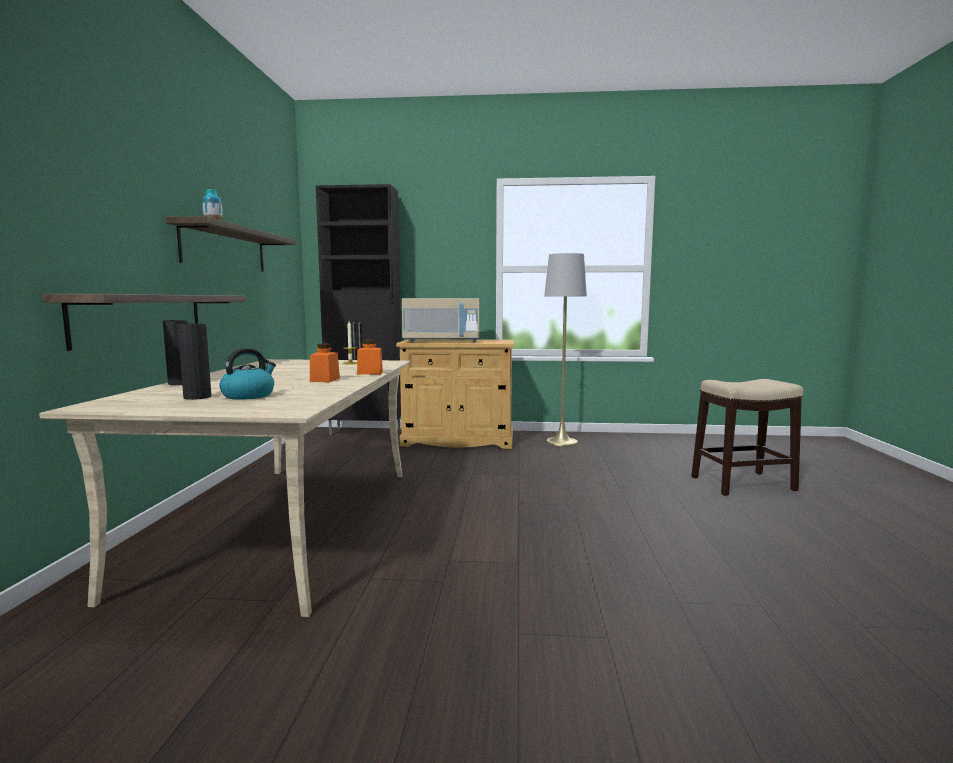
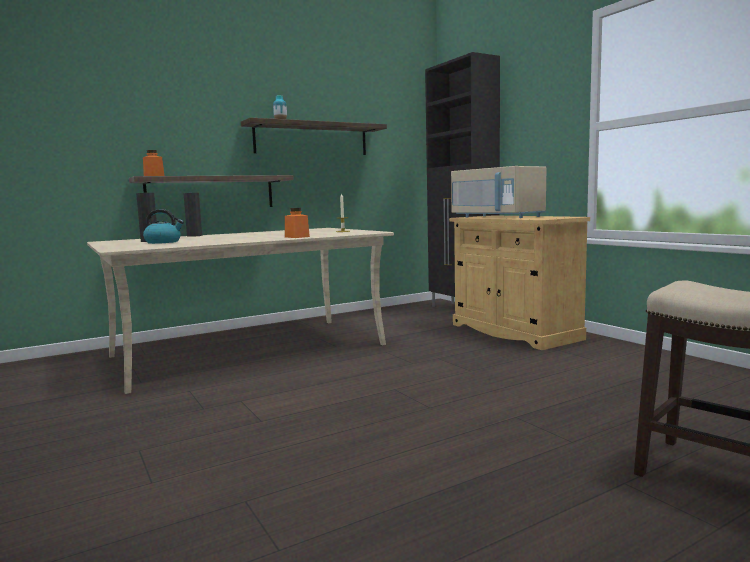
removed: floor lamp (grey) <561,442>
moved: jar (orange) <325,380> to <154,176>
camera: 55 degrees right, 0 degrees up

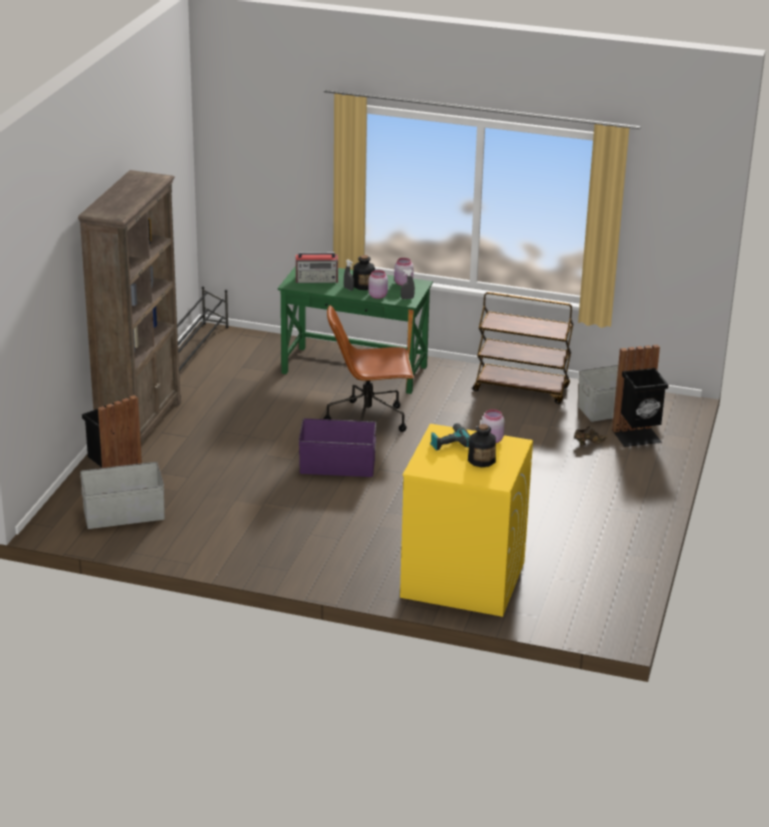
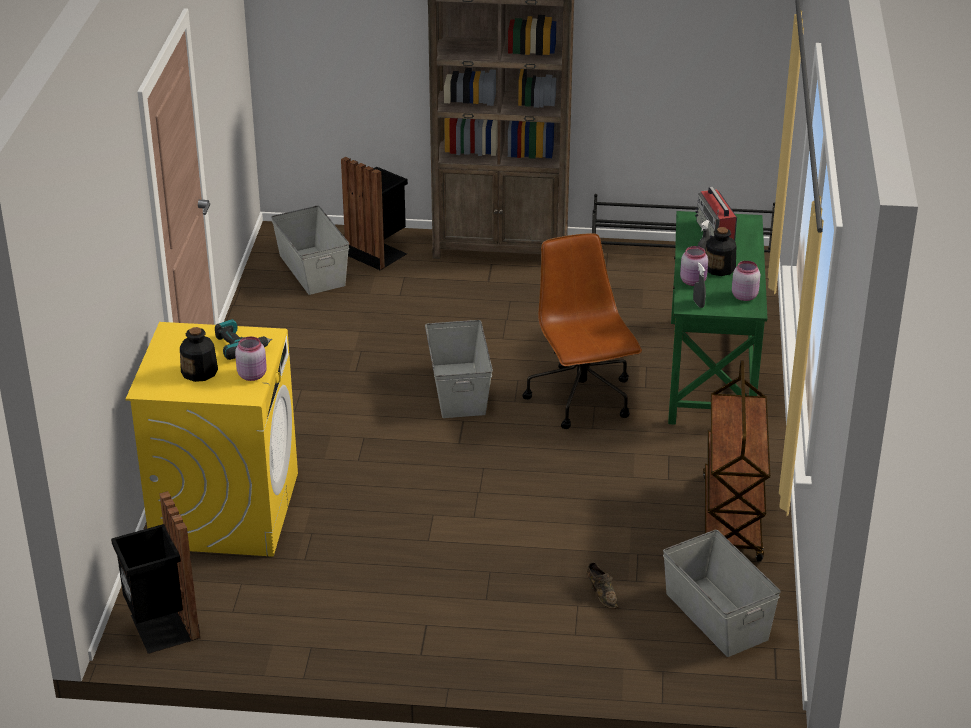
moved: trash can (black) <638,437> to <161,628>
recoloured: storage box (purple) <337,466> to storage box (grey) <459,389>
camera: 80 degrees right, 5 degrees up

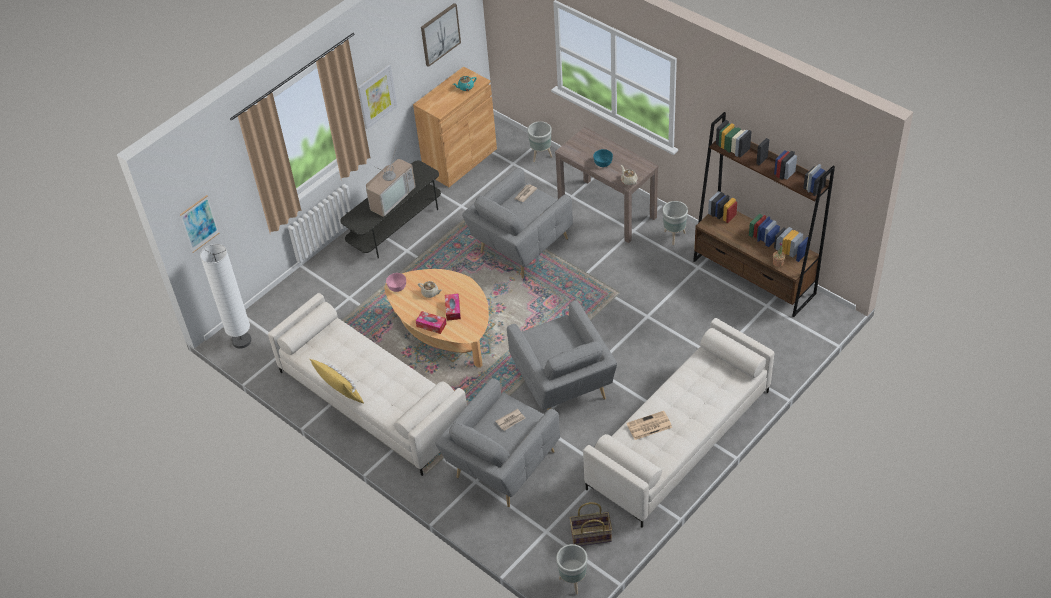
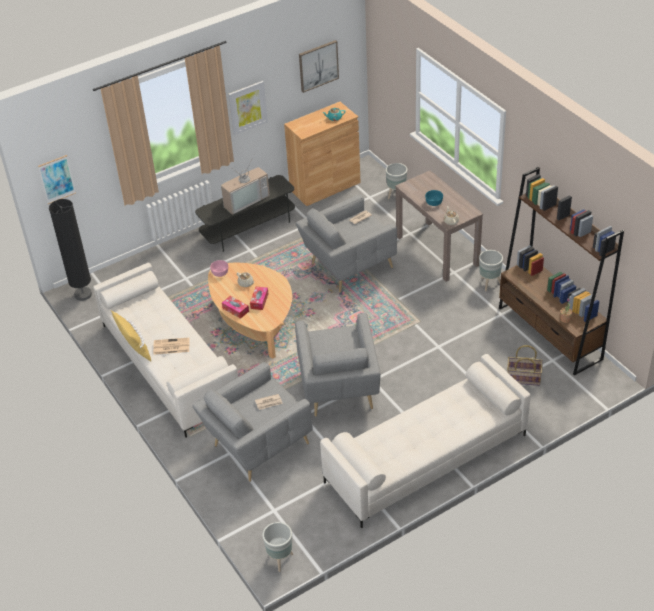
moved: newspaper <648,426> to <171,346>; basket <591,536> to <523,378>
recoloured: floor lamp (white) <241,341> to floor lamp (black) <83,294>
camera: 15 degrees right, 5 degrees down

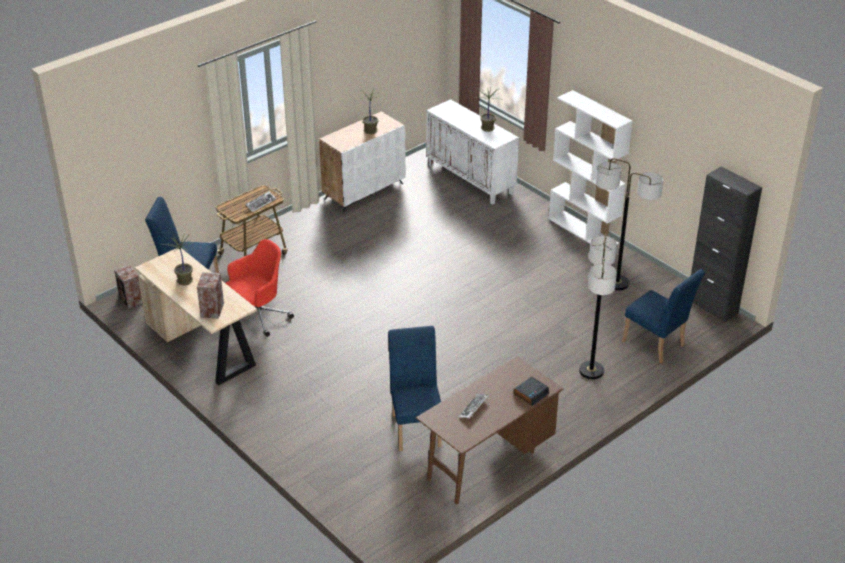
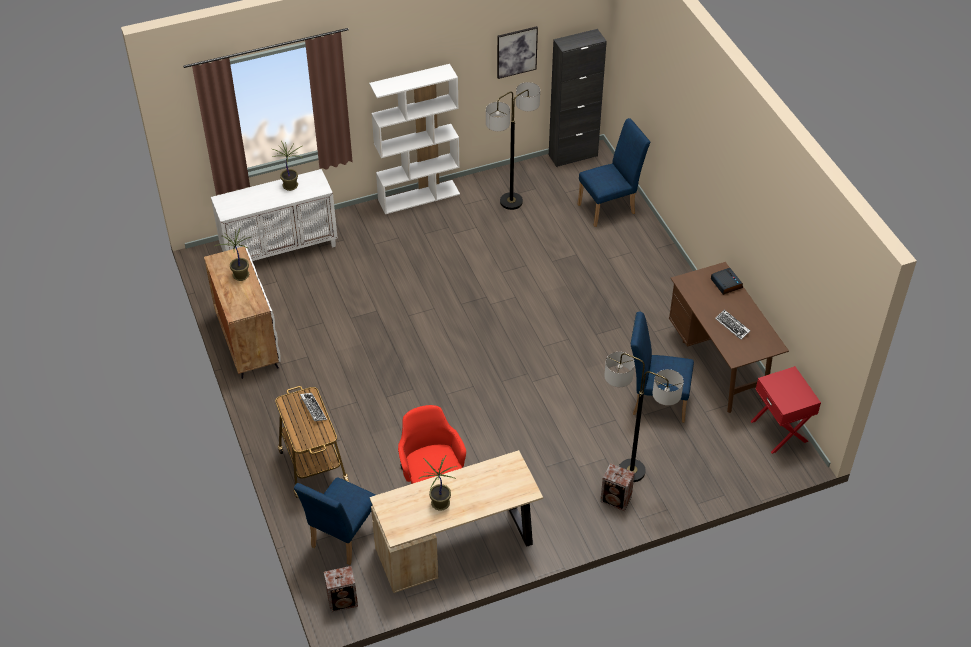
added: picture <516,52>; nightstand (red) <780,431>
moved: floor lamp <591,371> to <631,471>; speaker <211,310> to <616,500>
camera: 70 degrees left, 10 degrees up

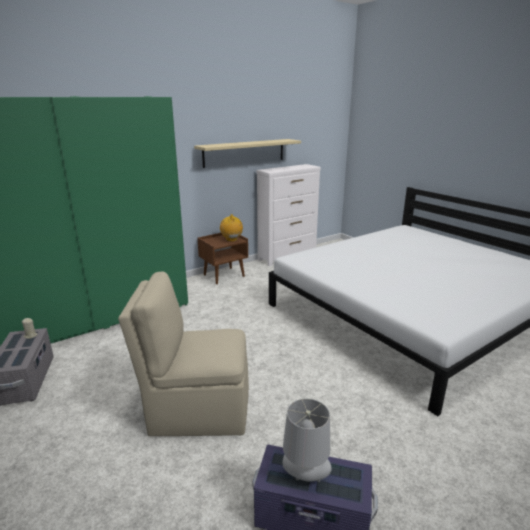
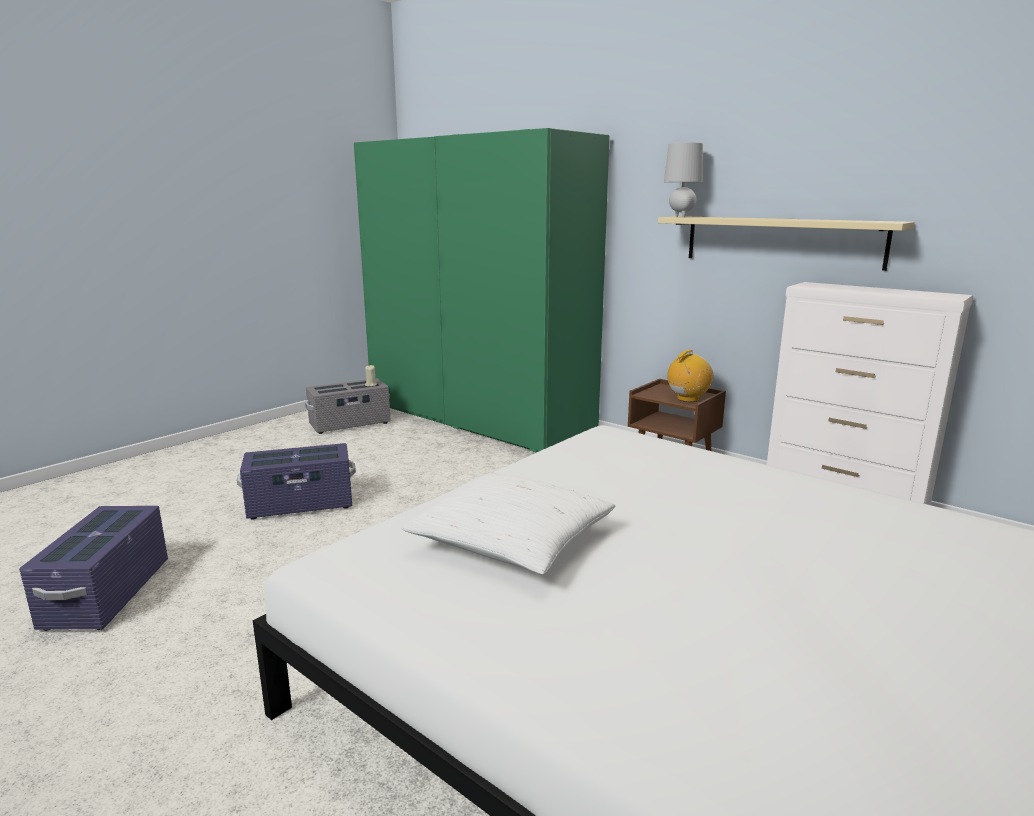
added: pillow (white) <512,541>
moved: table lamp (grey) <304,478> to <680,216>
replaced: chair (beige) <197,409> to storage box (purple) <301,504>
camera: 75 degrees right, 5 degrees down

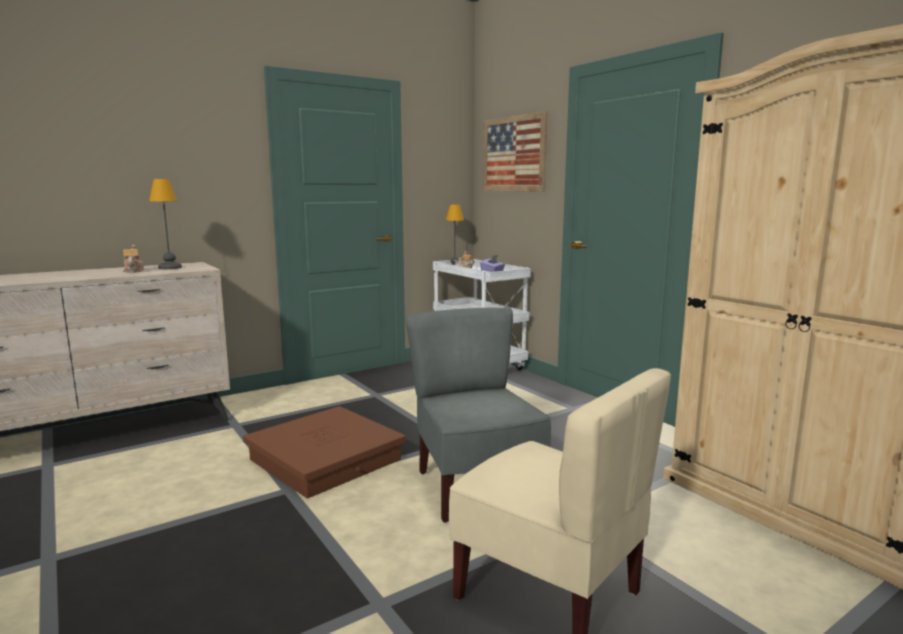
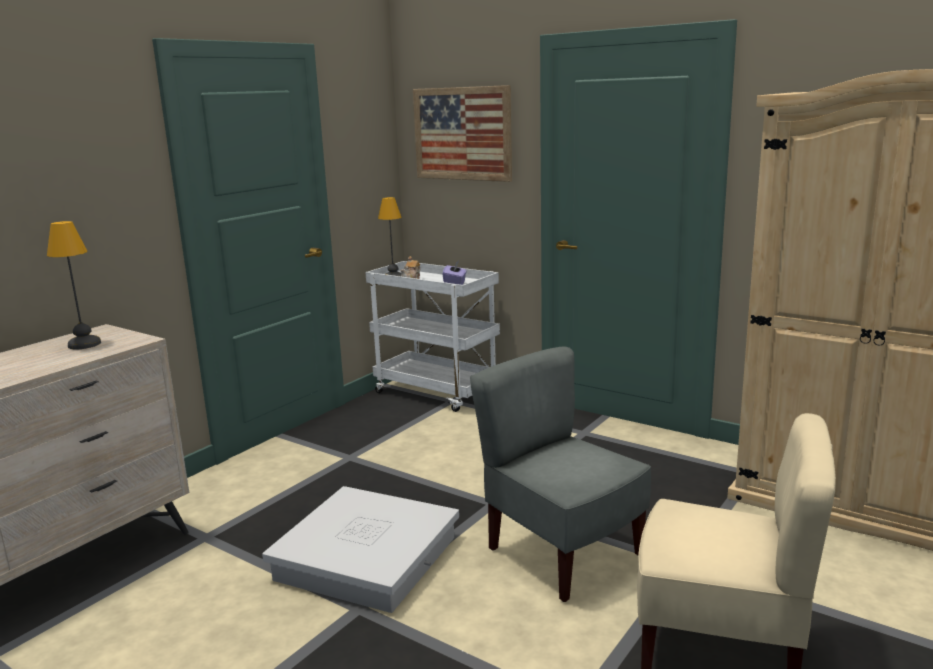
removed: teapot <133,271>
recoloured: storage box (brown) <326,459> to storage box (white) <367,557>
camera: 20 degrees left, 5 degrees up

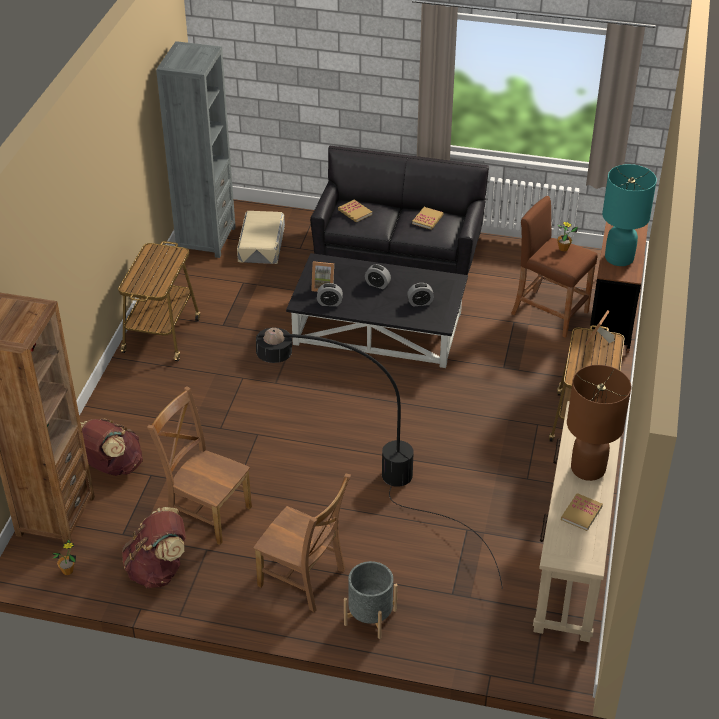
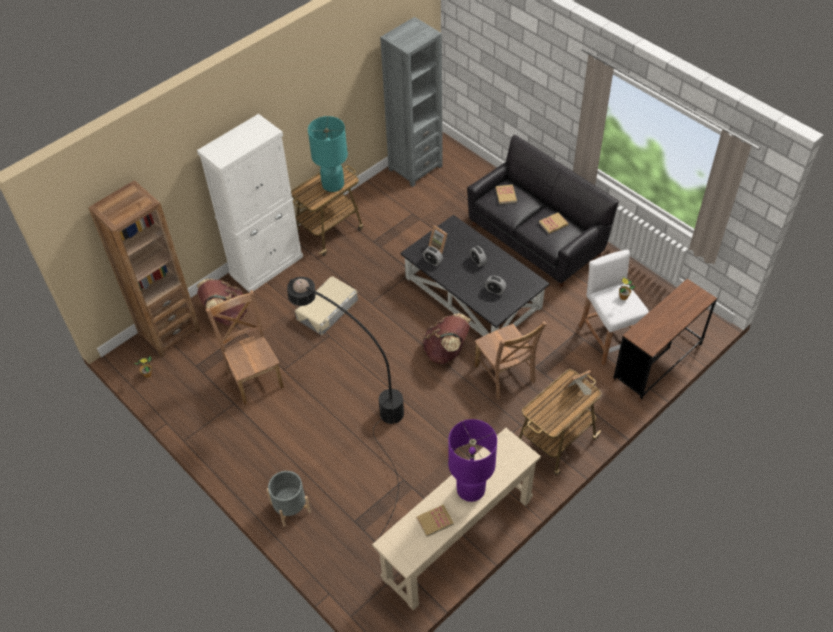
added: cabinet (white) <267,265>
moved: table lamp (turquoise) <619,258> to <333,184>; storage box (beige) <261,243> to <327,309>; chair (brown) <304,580> to <505,376>; backpack (brown) <158,570> to <446,351>
recoloured: stool (brown) <549,313> to stool (white) <608,339>; table lamp (brown) <588,468> to table lamp (purple) <471,489>
camera: 35 degrees right, 10 degrees up

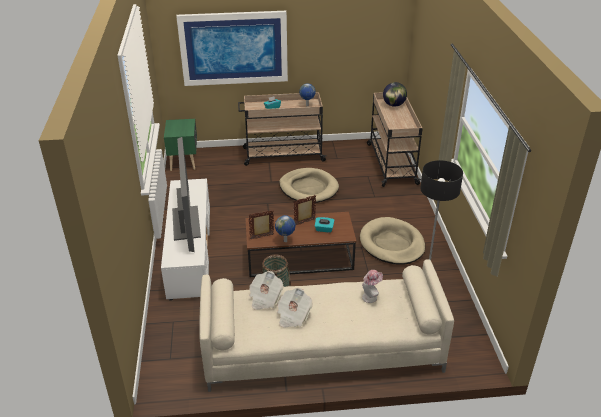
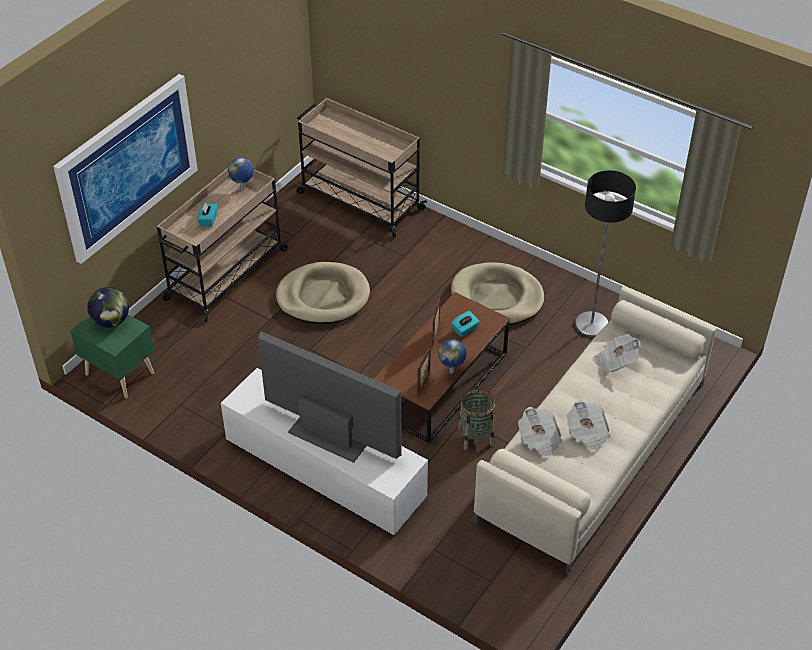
moved: globe <393,105> to <111,321>
replaced: hat <371,296> to newspaper <615,361>
camera: 50 degrees left, 10 degrees up

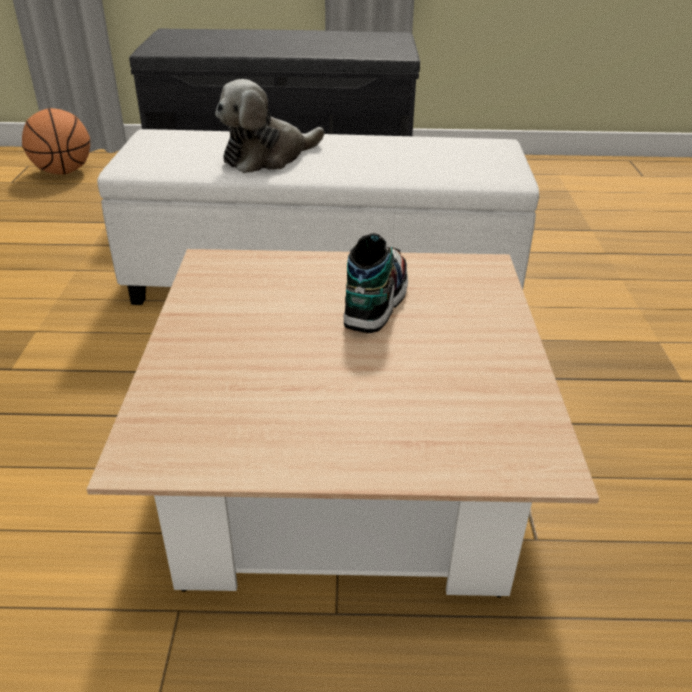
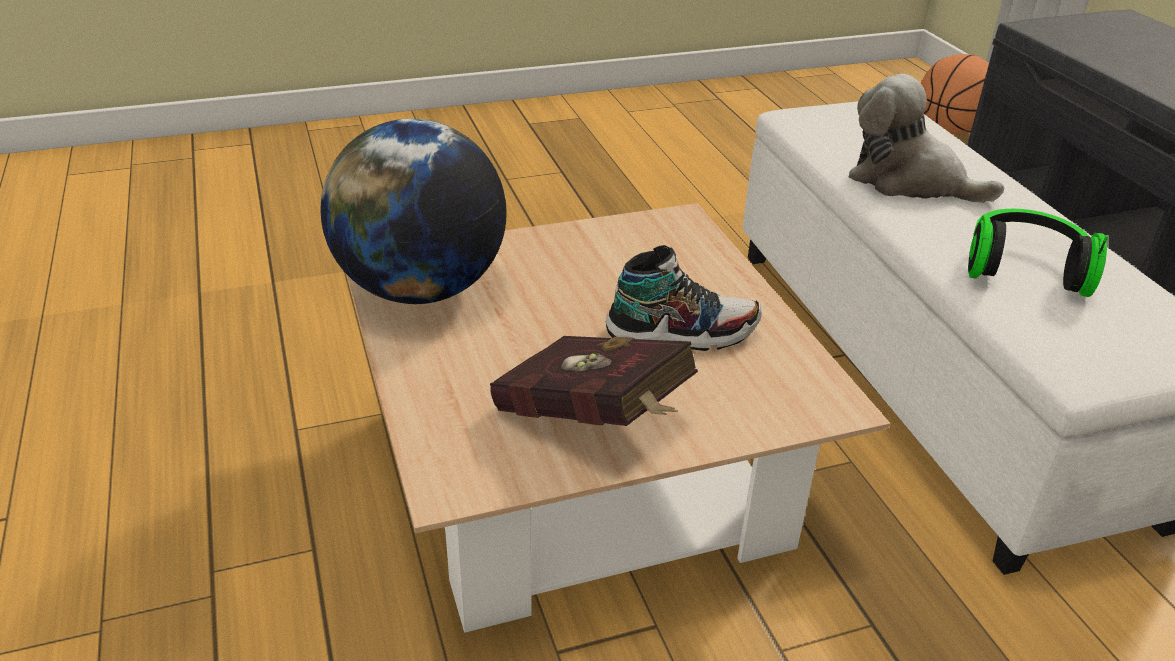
added: globe <421,289>; headphones <1024,268>; book (red) <596,421>
camera: 70 degrees right, 0 degrees up

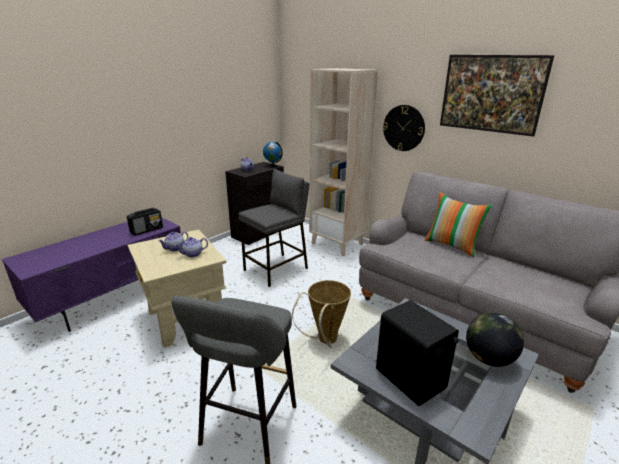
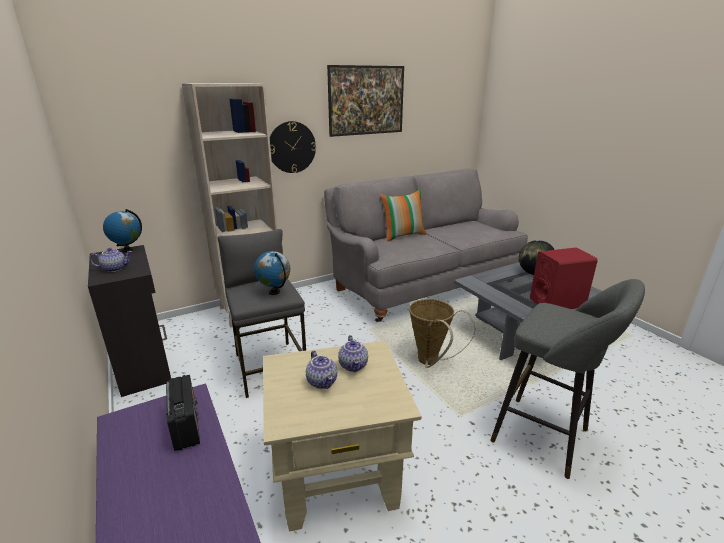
added: globe <274,292>
recoloured: speaker (black) <410,378> to speaker (red) <557,303>
camera: 70 degrees left, 0 degrees up

